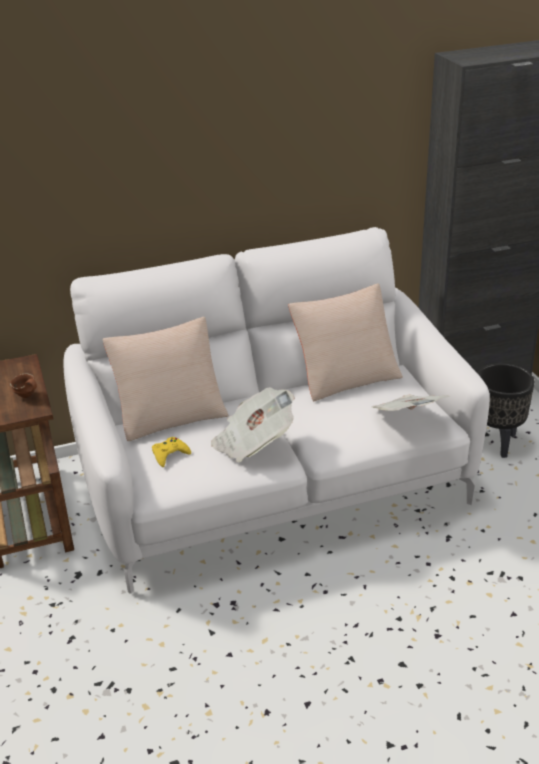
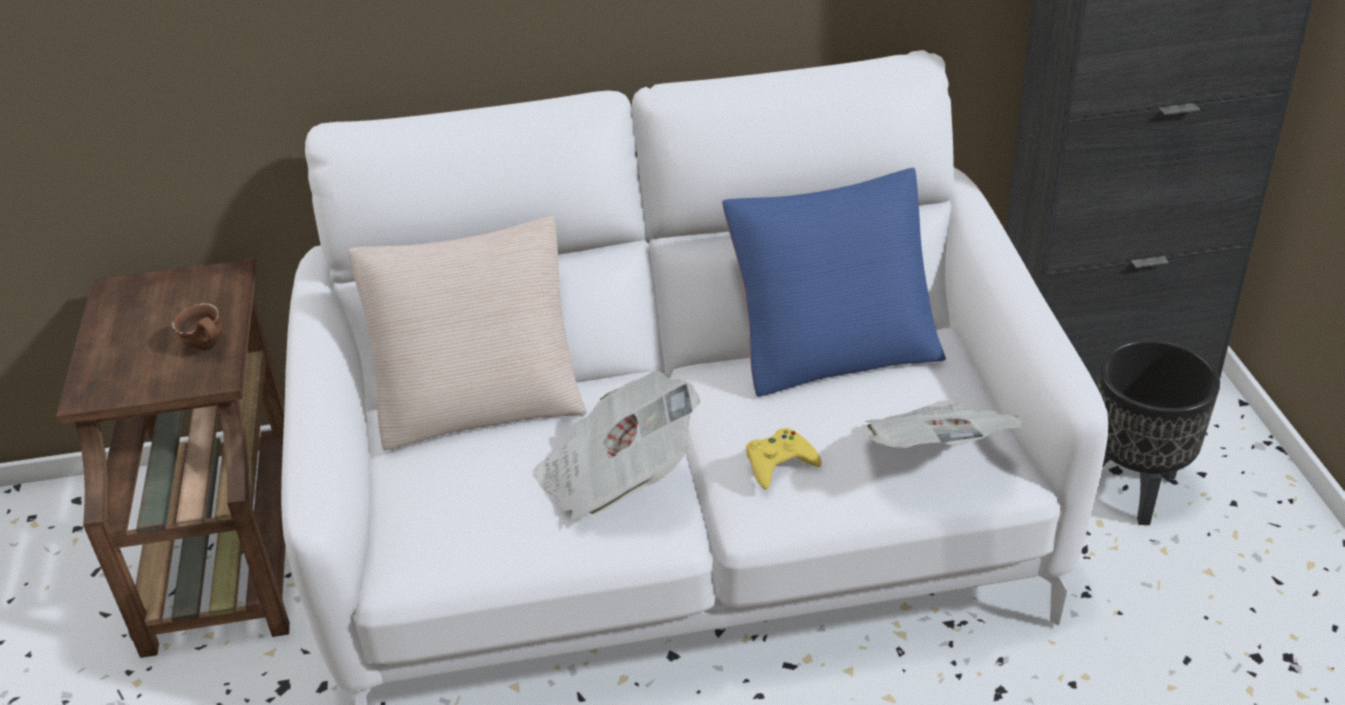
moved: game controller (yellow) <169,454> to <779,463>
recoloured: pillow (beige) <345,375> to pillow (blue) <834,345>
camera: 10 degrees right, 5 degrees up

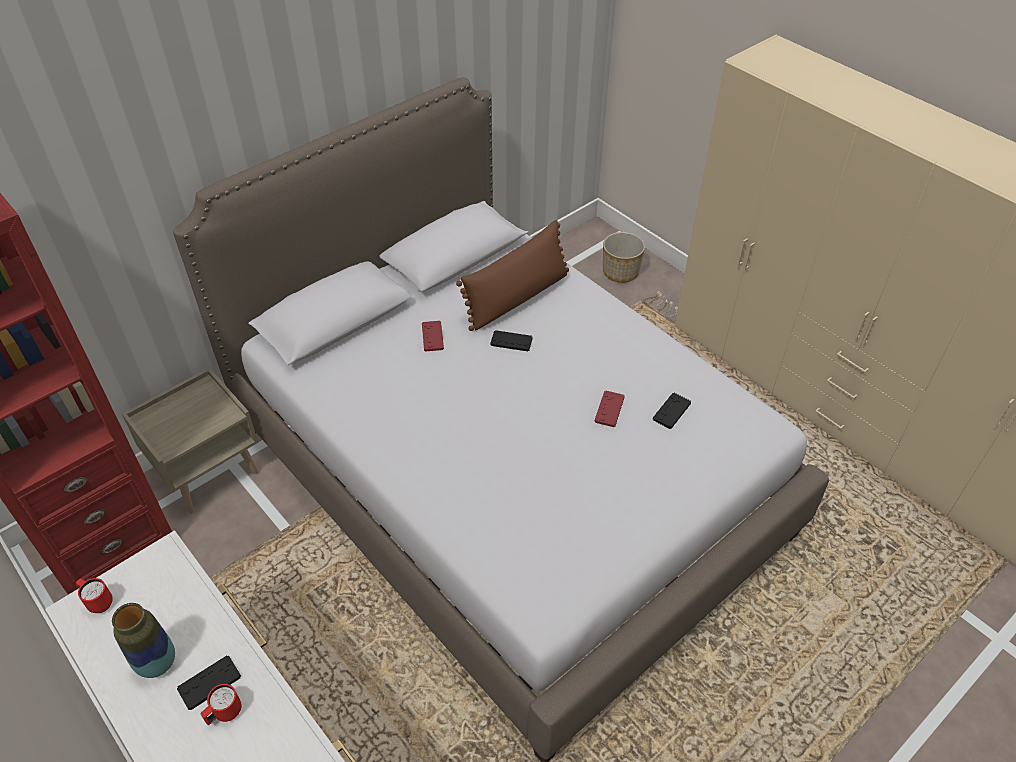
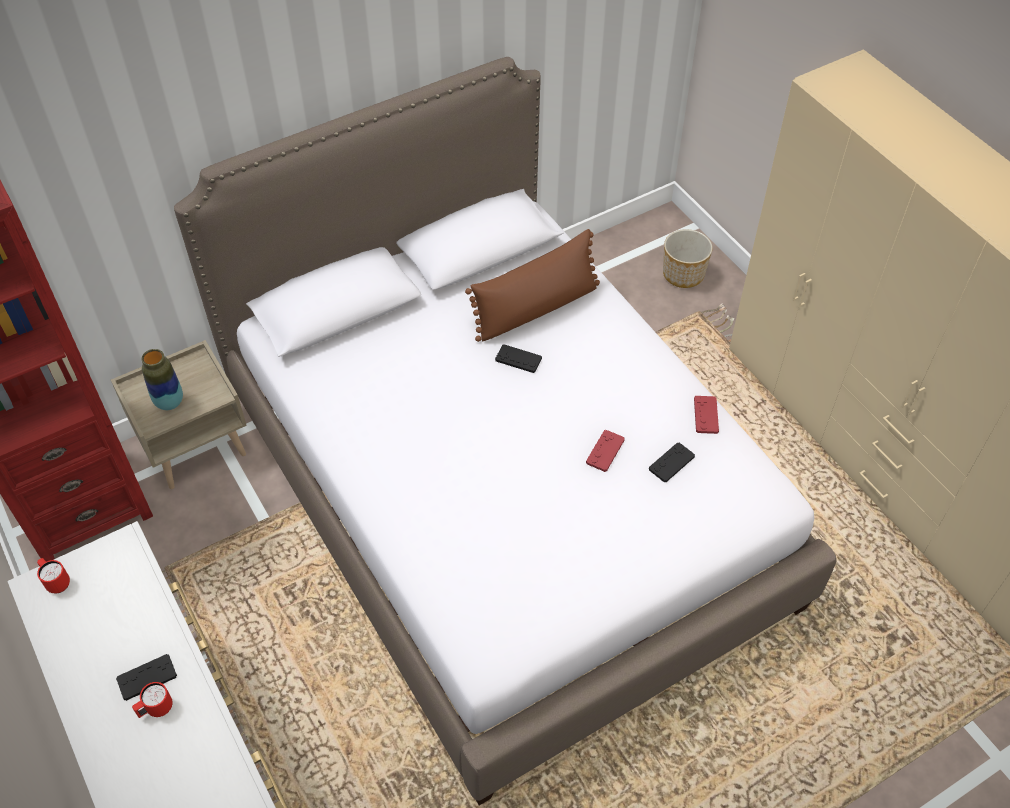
moved: game controller (red) <432,336> to <706,415>; vase <157,663> to <169,402>
camera: 10 degrees right, 5 degrees up

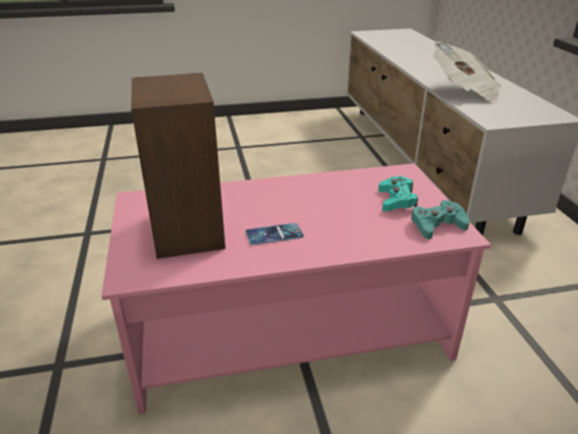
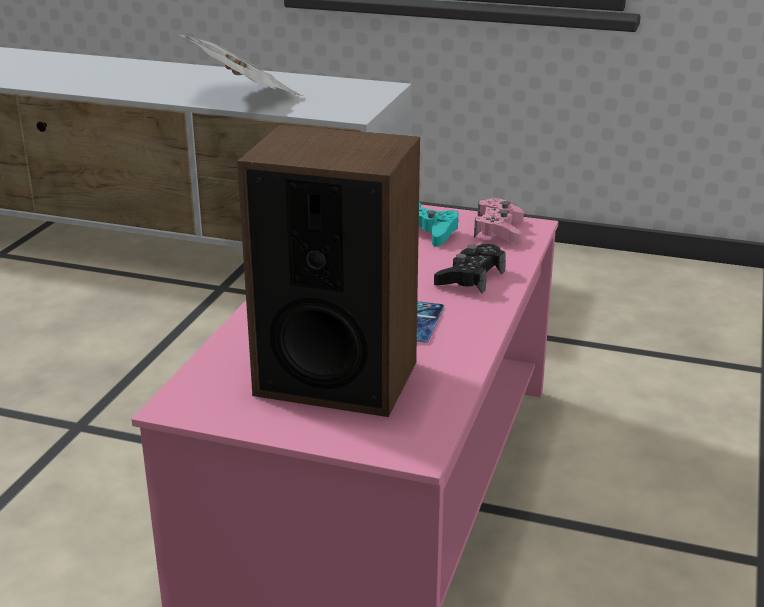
added: game controller (black) <470,277>
recoloured: game controller (turquoise) <437,225> to game controller (pink) <498,230>
camera: 60 degrees left, 5 degrees down

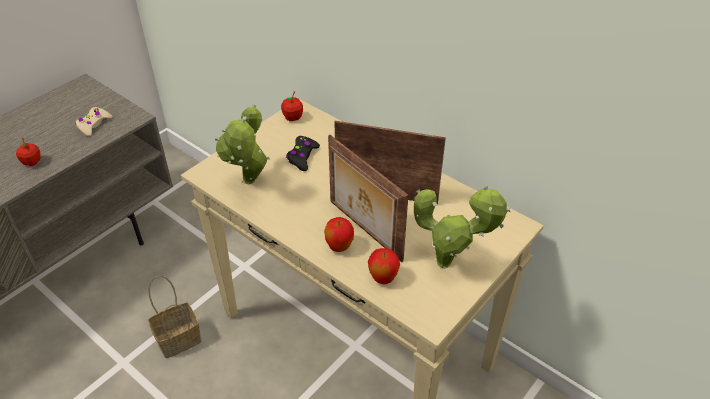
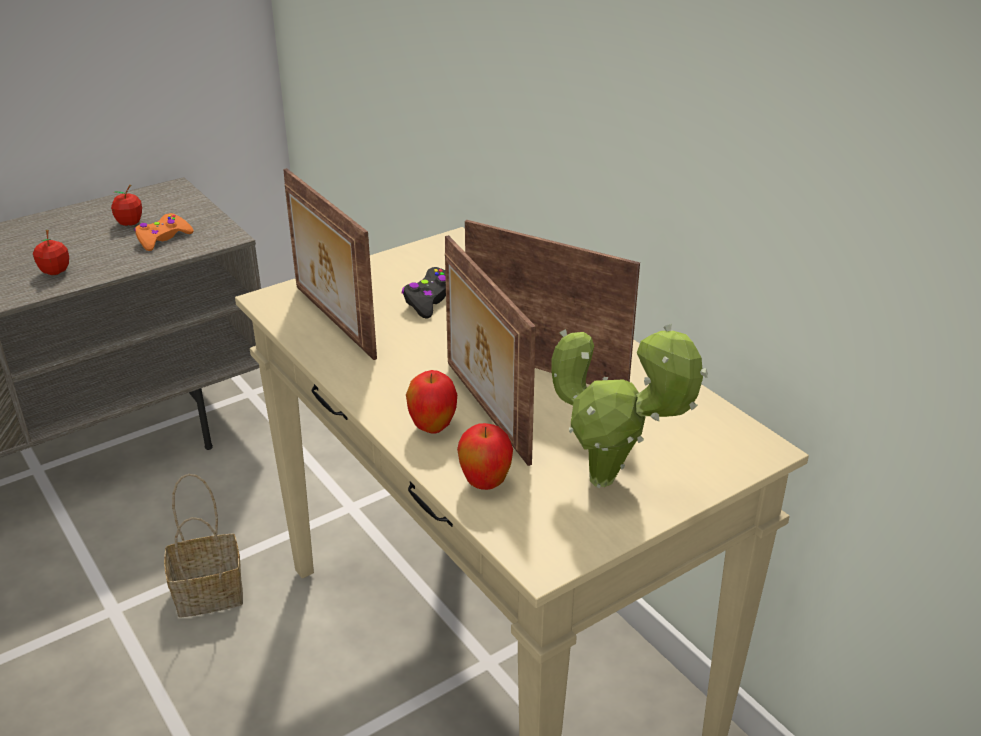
moved: apple <293,118> to <130,223>
replaced: potted plant <249,183> to picture frame <332,322>
recoloured: game controller (beige) <94,125> to game controller (orange) <163,238>
camera: 15 degrees right, 10 degrees down

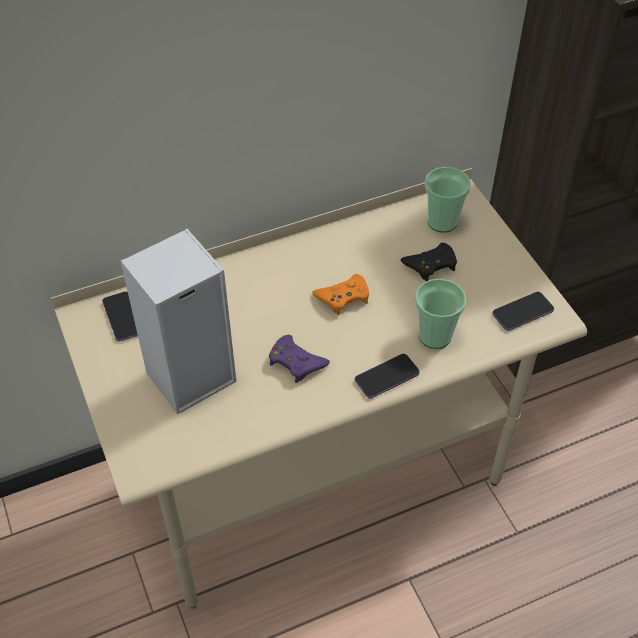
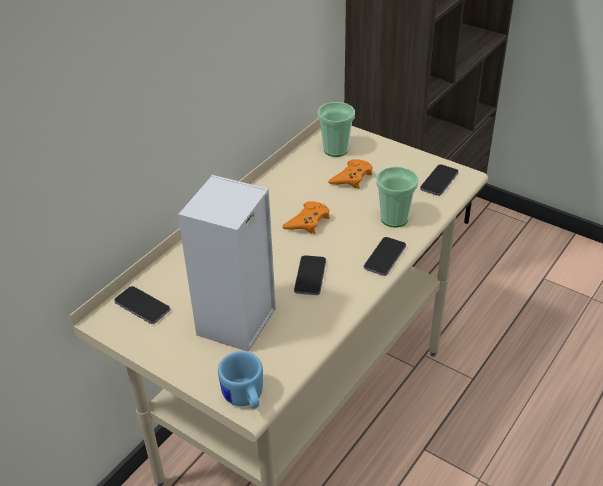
added: mug (blue) <244,399>
replaced: game controller (purple) <296,362> to phone <310,276>
recoloured: game controller (black) <431,265> to game controller (orange) <352,178>
camera: 30 degrees left, 10 degrees down

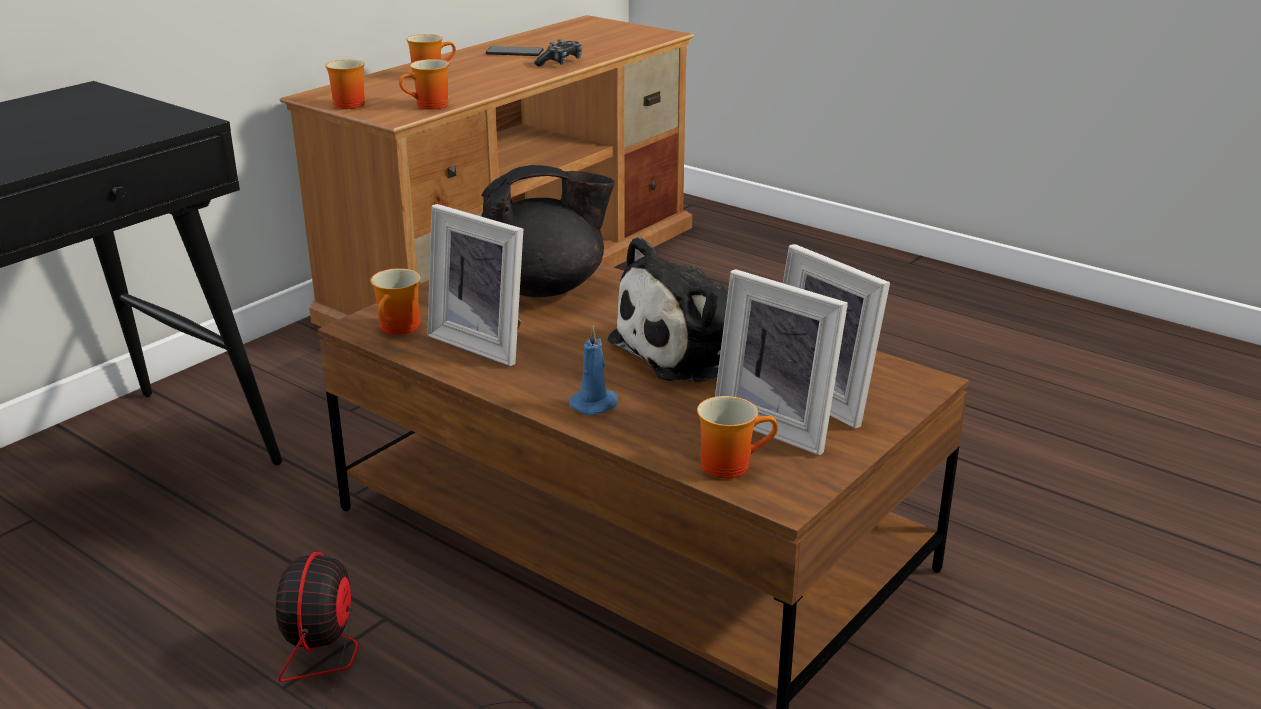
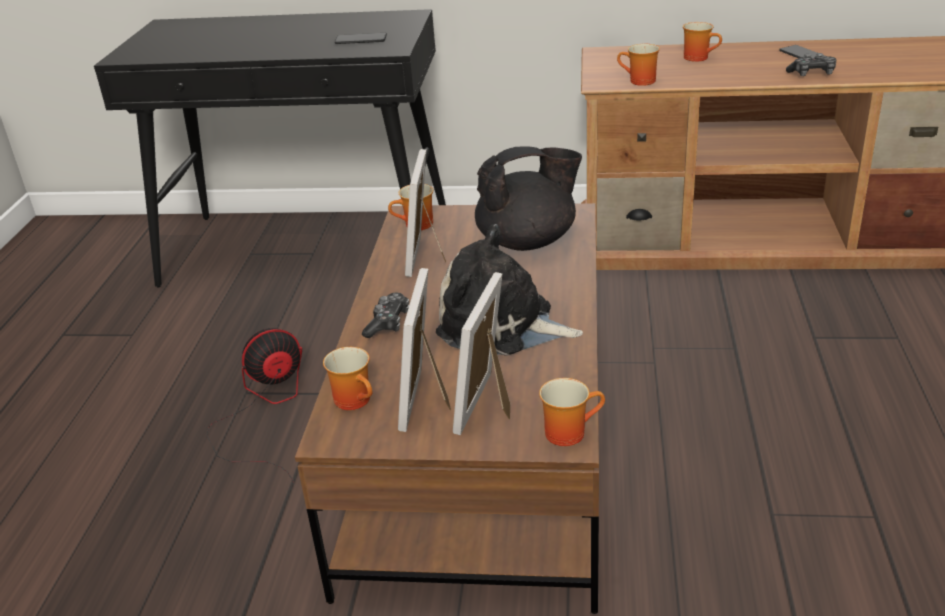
added: phone <361,40>
moved: mug <349,103> to <568,431>
replaced: candle (blue) <595,404> to game controller <388,323>
turned: teapot (black) <544,288> = <528,241> 60 degrees counterclockwise
camera: 60 degrees right, 5 degrees up

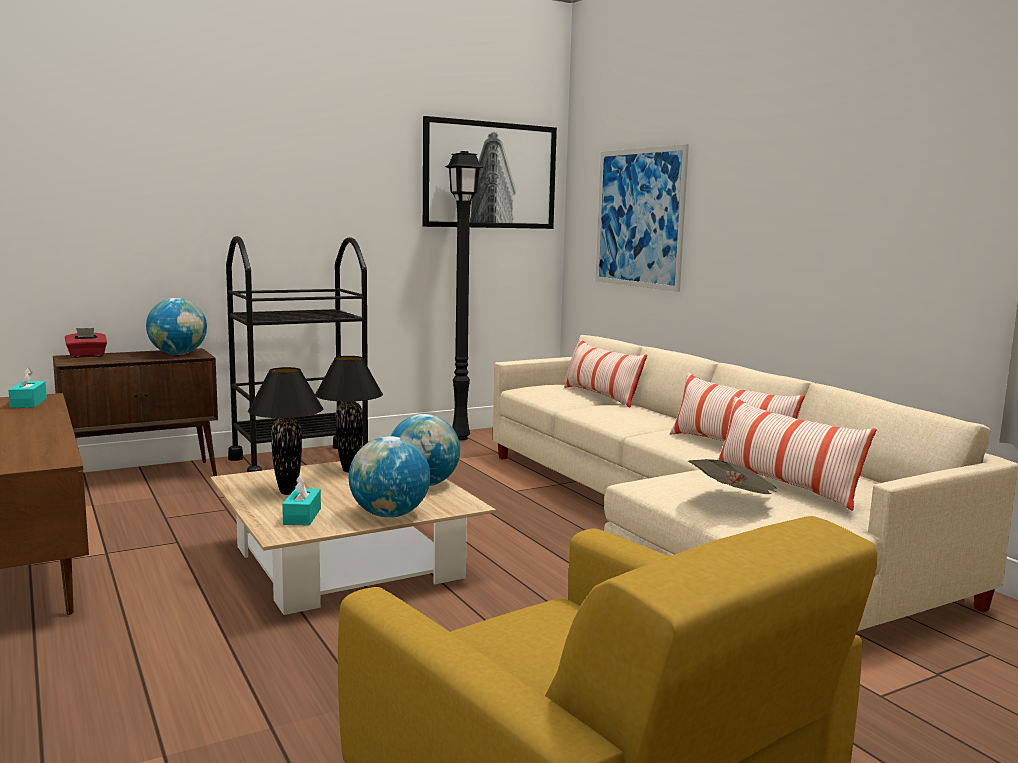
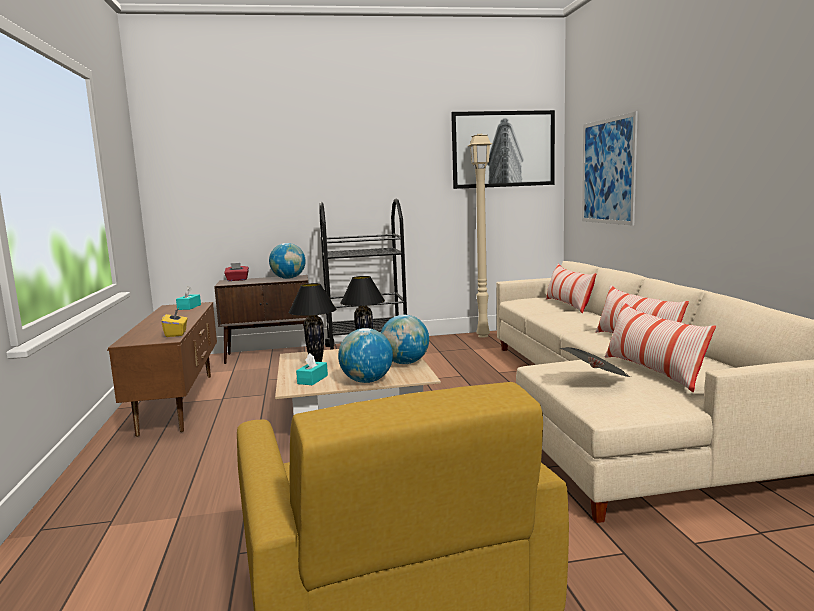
added: tissue box (yellow) <176,334>
recoloured: floor lamp (black) <458,438> to floor lamp (beige) <482,336>
camera: 20 degrees right, 0 degrees up

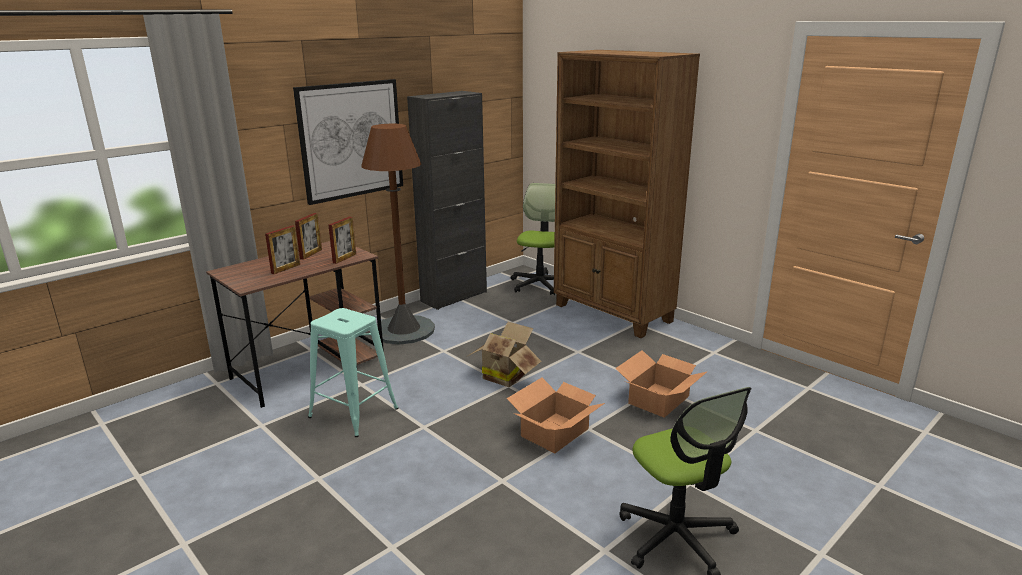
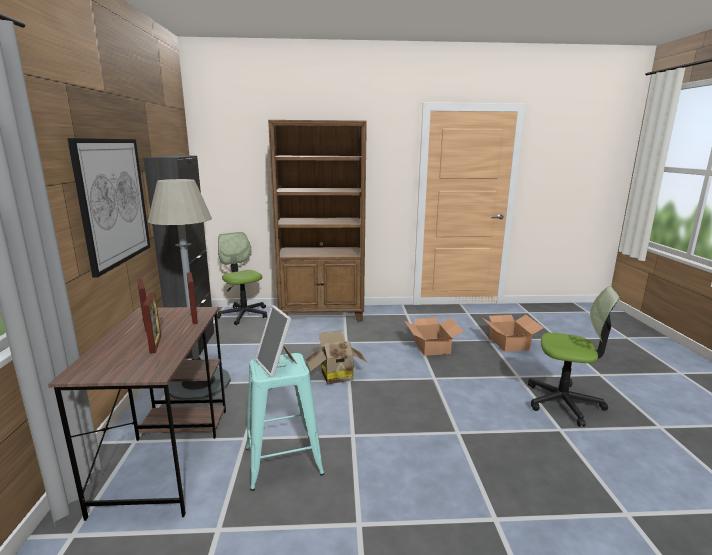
added: picture frame <277,365>
moved: cardboard box <556,432> to <509,343>
recoloured: floor lamp (brown) <403,330> to floor lamp (grey) <198,384>
camera: 50 degrees left, 5 degrees down

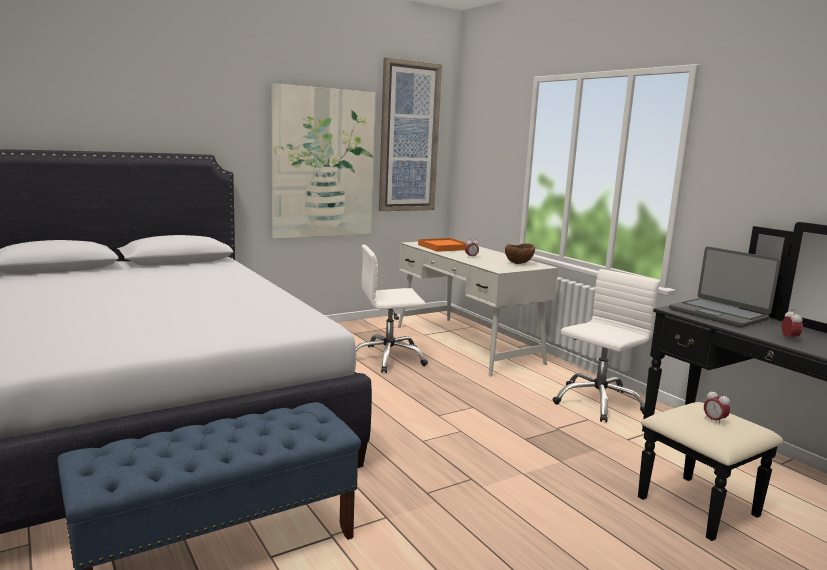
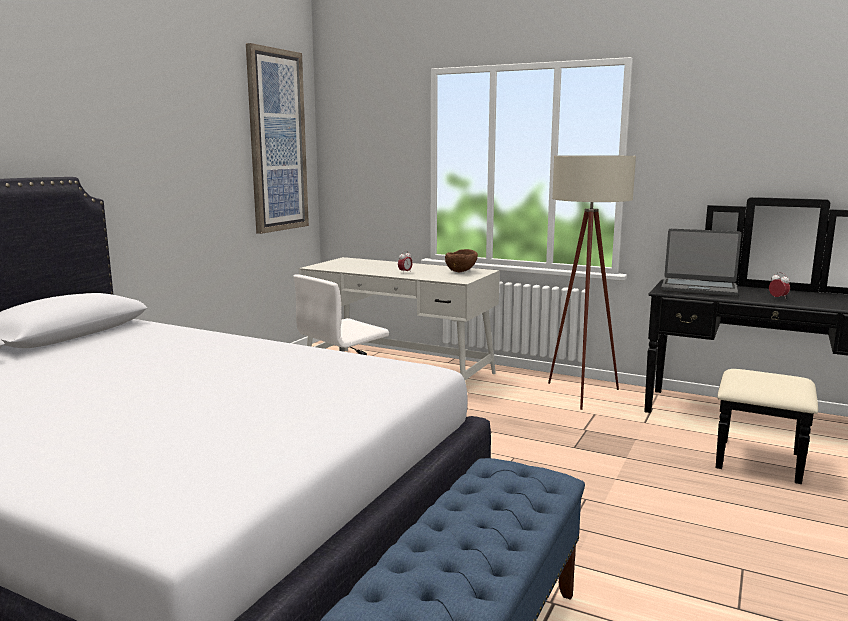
removed: picture <323,163>; tray (orange) <443,247>; alarm clock <714,421>
replaced: office chair (white) <598,402> to floor lamp (beige) <581,397>
camera: 30 degrees left, 0 degrees up

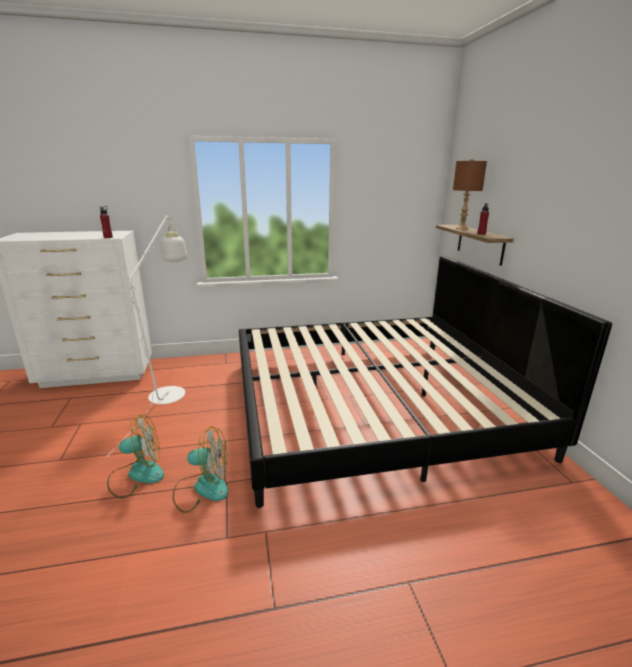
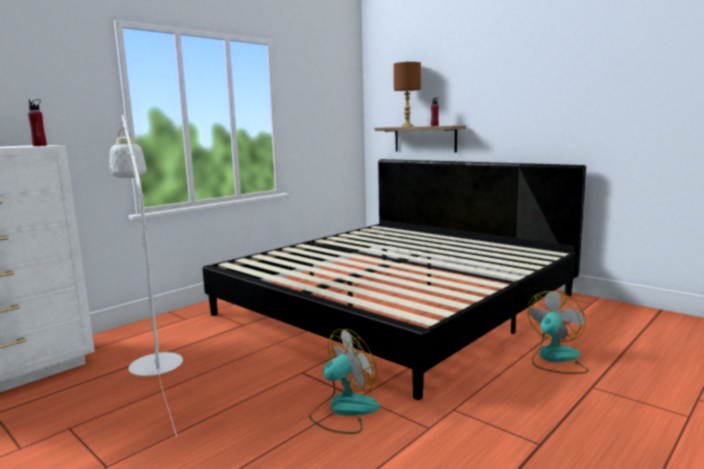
moved: fan <137,475> to <555,359>
camera: 35 degrees left, 10 degrees down

